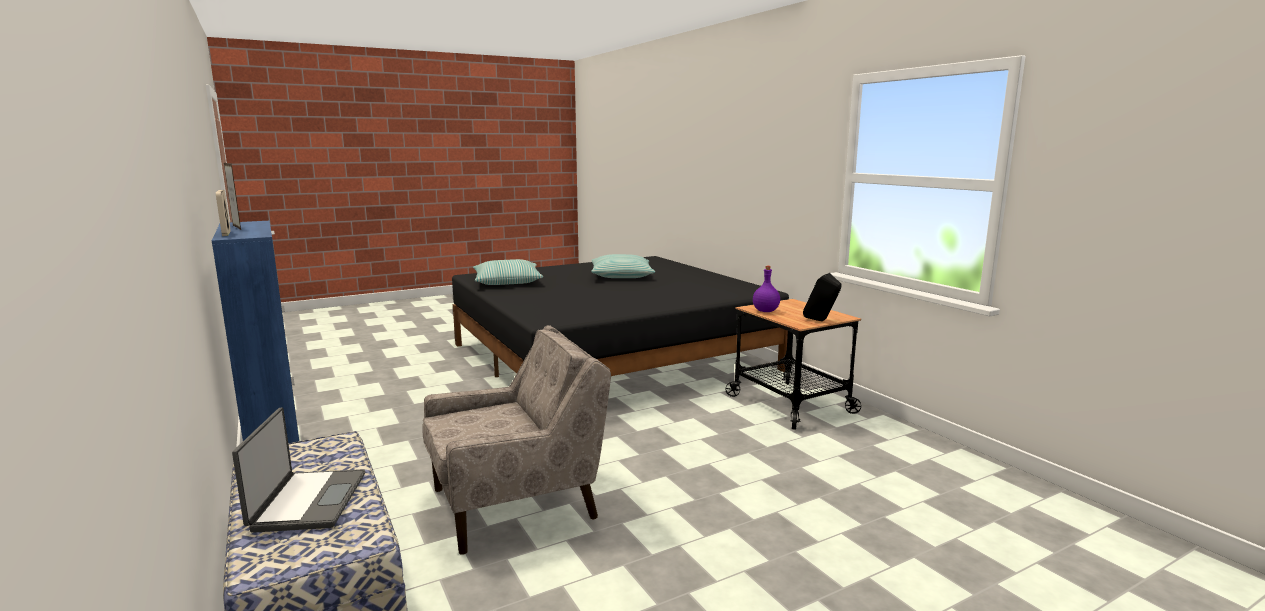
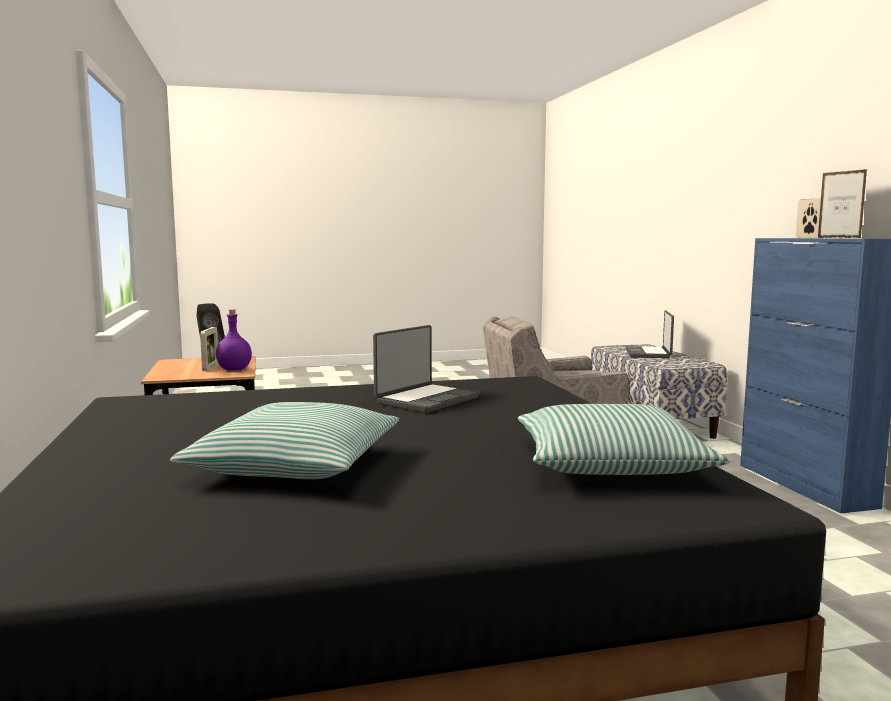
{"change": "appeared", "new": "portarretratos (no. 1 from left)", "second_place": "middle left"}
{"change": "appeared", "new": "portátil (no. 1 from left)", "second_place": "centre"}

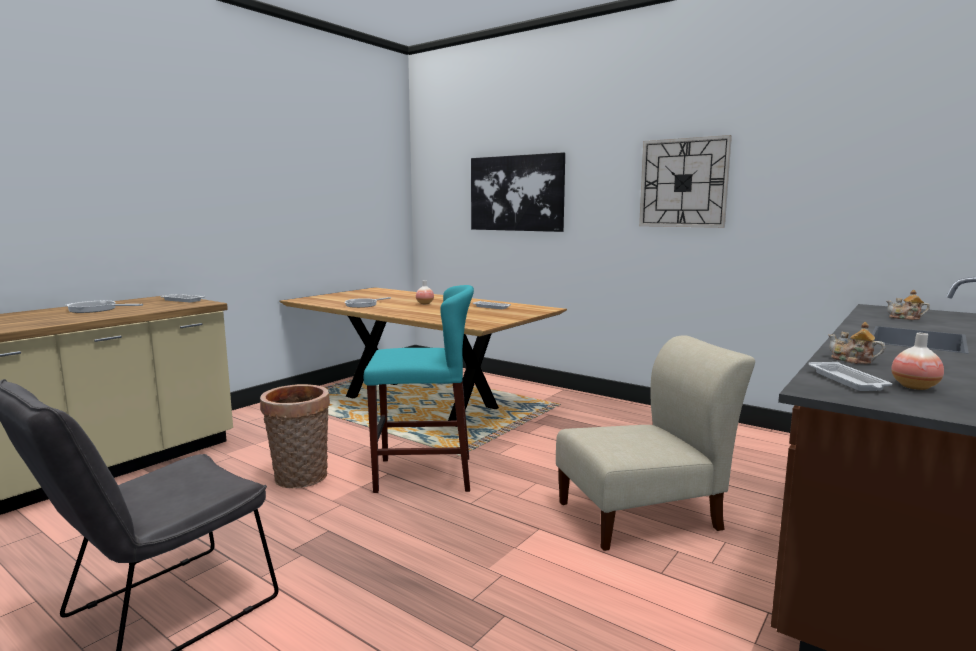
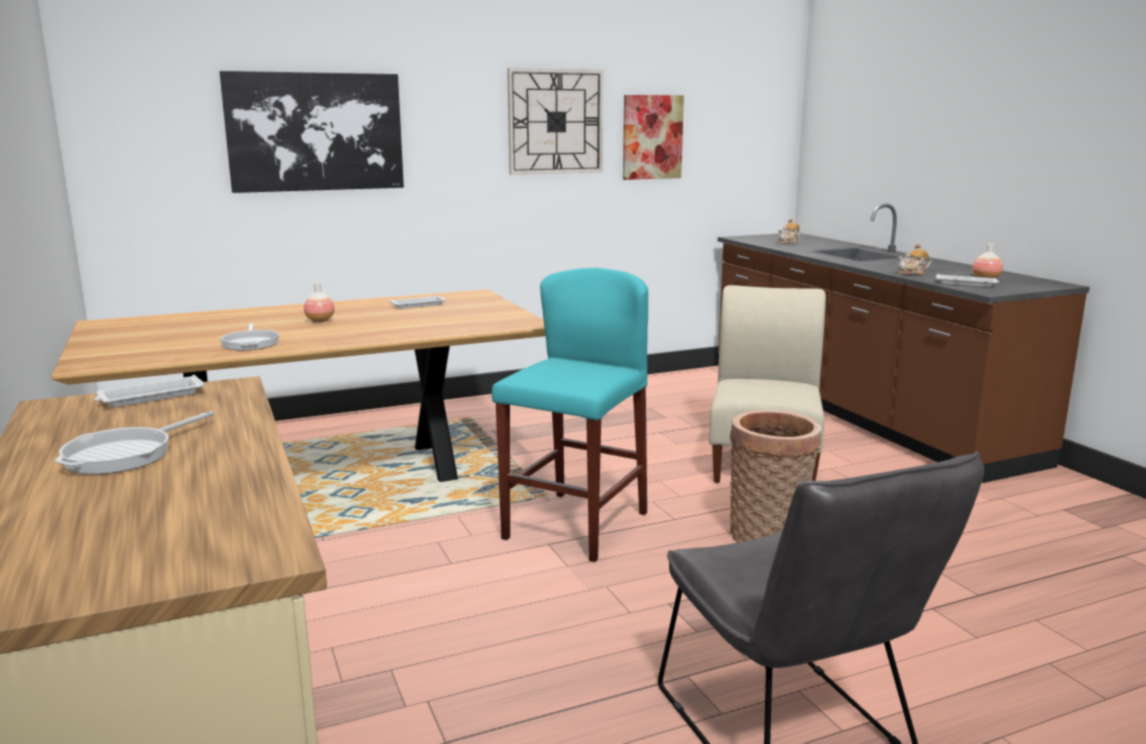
{"change": "appeared", "new": "cuadro (no. 2 from left)", "second_place": "top centre"}
{"change": "relocated", "old": "cesta", "first_place": "bottom left", "second_place": "middle right"}

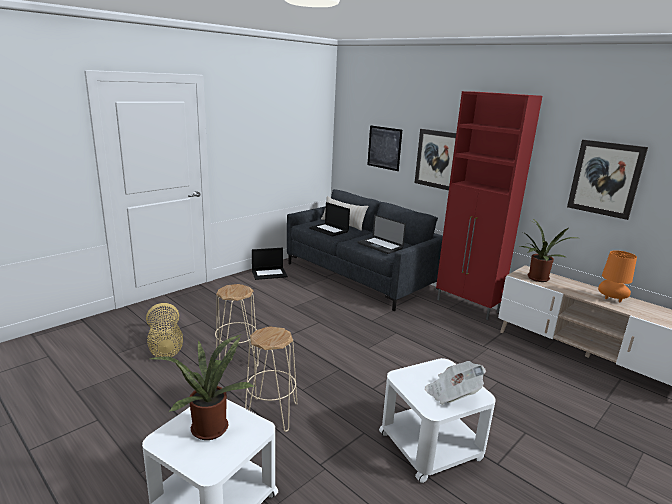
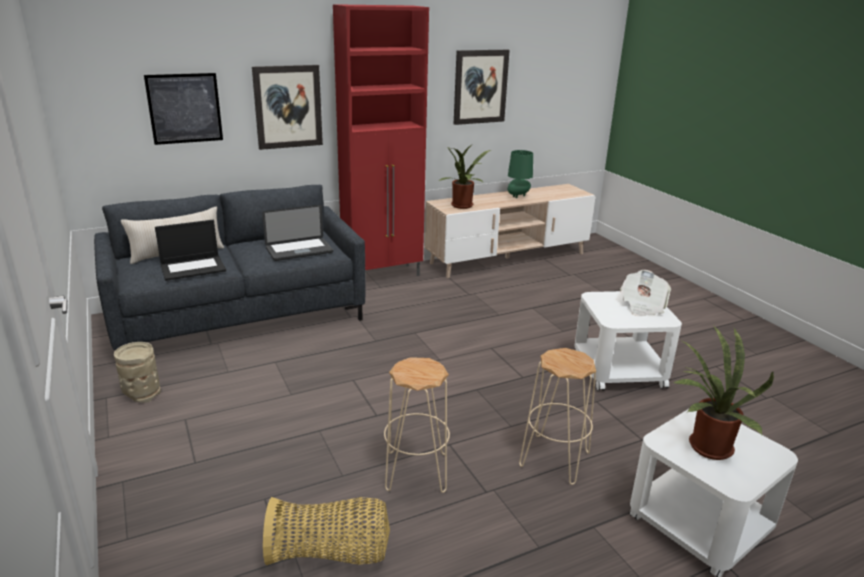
{"change": "exchanged", "old": "portátil (no. 1 from left)", "new": "florero [beis]", "first_place": "centre", "second_place": "middle left"}
{"change": "colour", "old": "lámpara de mesa [naranja]", "new": "lámpara de mesa [verde]", "first_place": "middle right", "second_place": "top centre"}

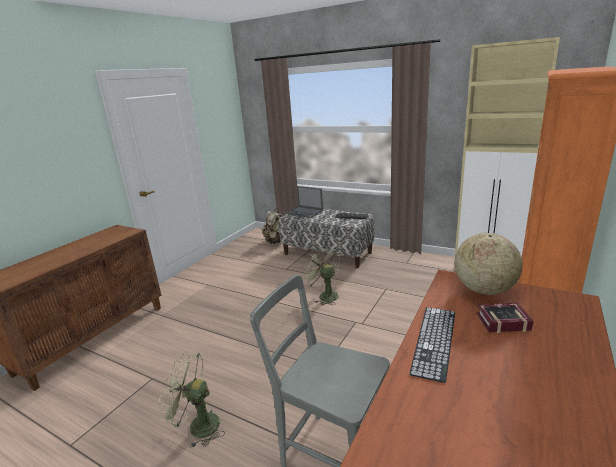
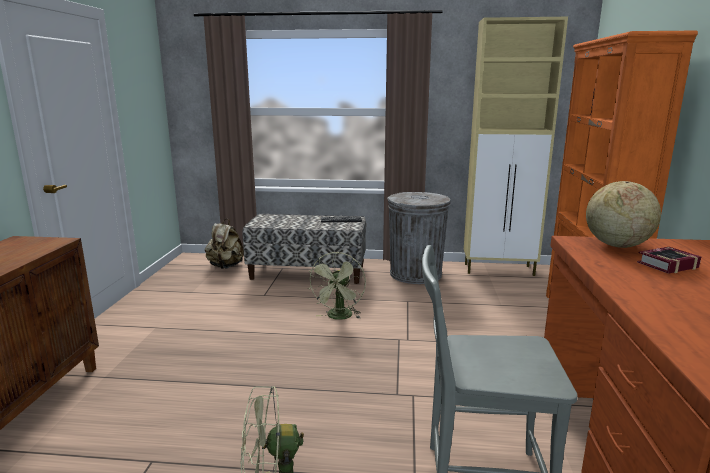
{"change": "spun", "old": "ventilador [verde] (no. 2 from left)", "first_place": "centre", "second_place": "centre", "degrees": -105}
{"change": "appeared", "new": "papelera [gris]", "second_place": "centre"}
{"change": "missing", "old": "portátil", "first_place": "centre"}
{"change": "missing", "old": "teclado (no. 2 from left)", "first_place": "bottom right"}

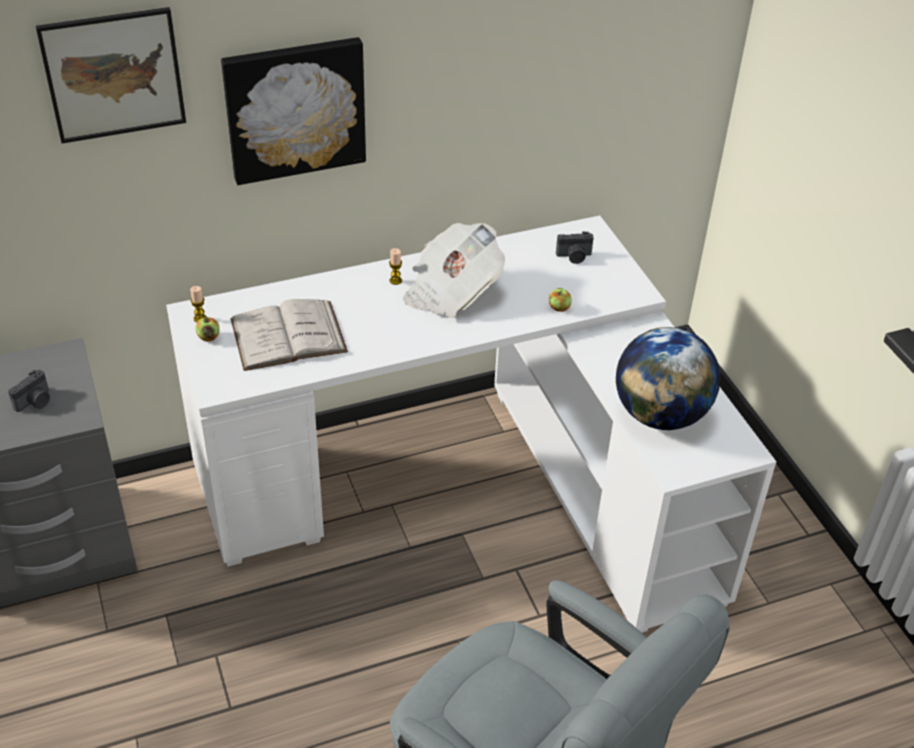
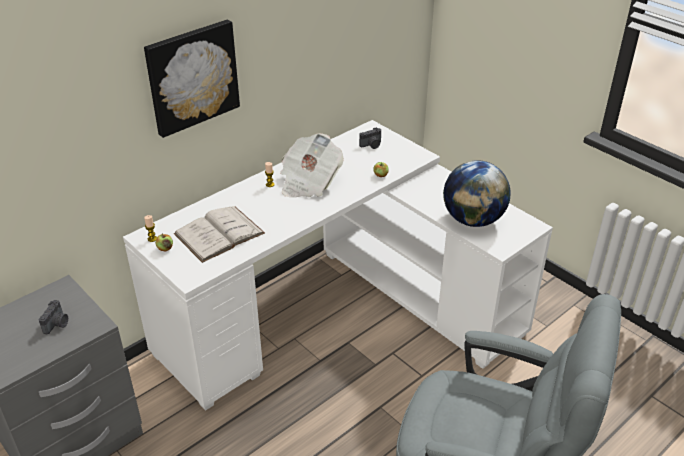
{"change": "missing", "old": "cuadro (no. 1 from left)", "first_place": "top left"}

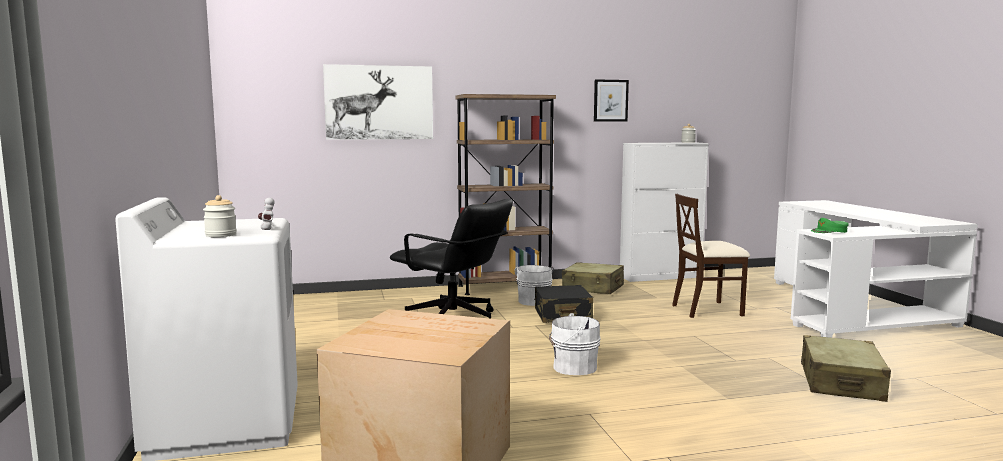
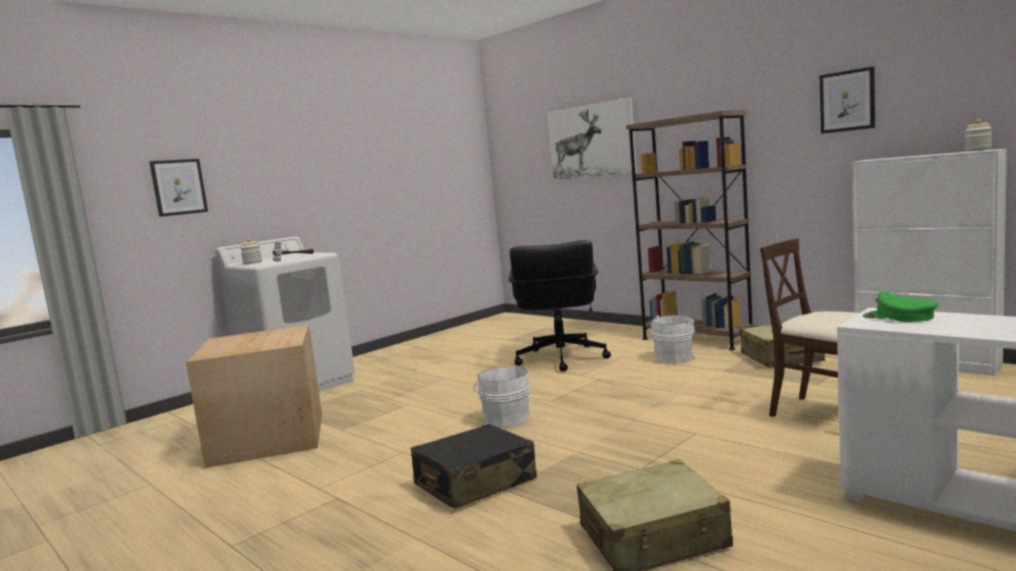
{"change": "appeared", "new": "cuadro (no. 1 from left)", "second_place": "top left"}
{"change": "relocated", "old": "maleta [negro]", "first_place": "centre", "second_place": "bottom centre"}

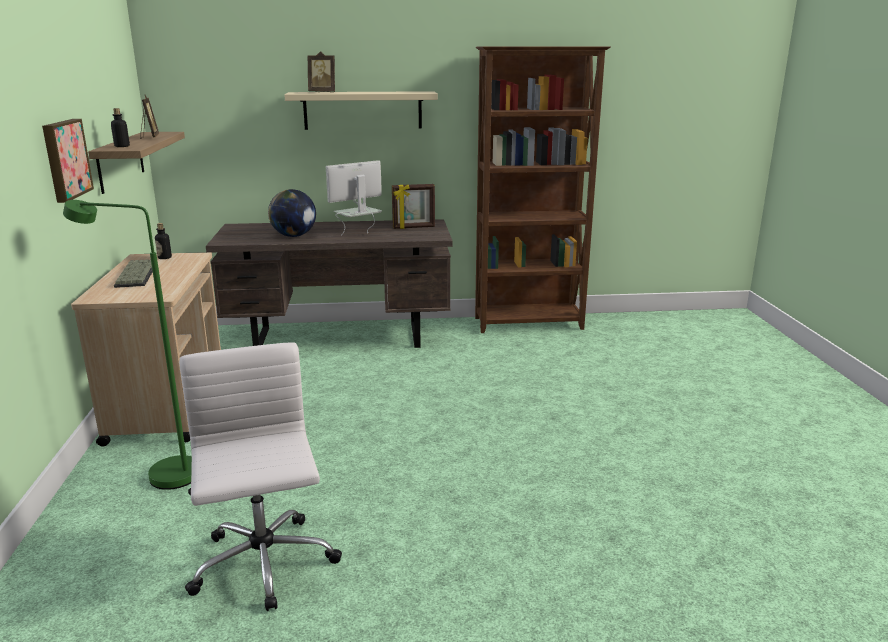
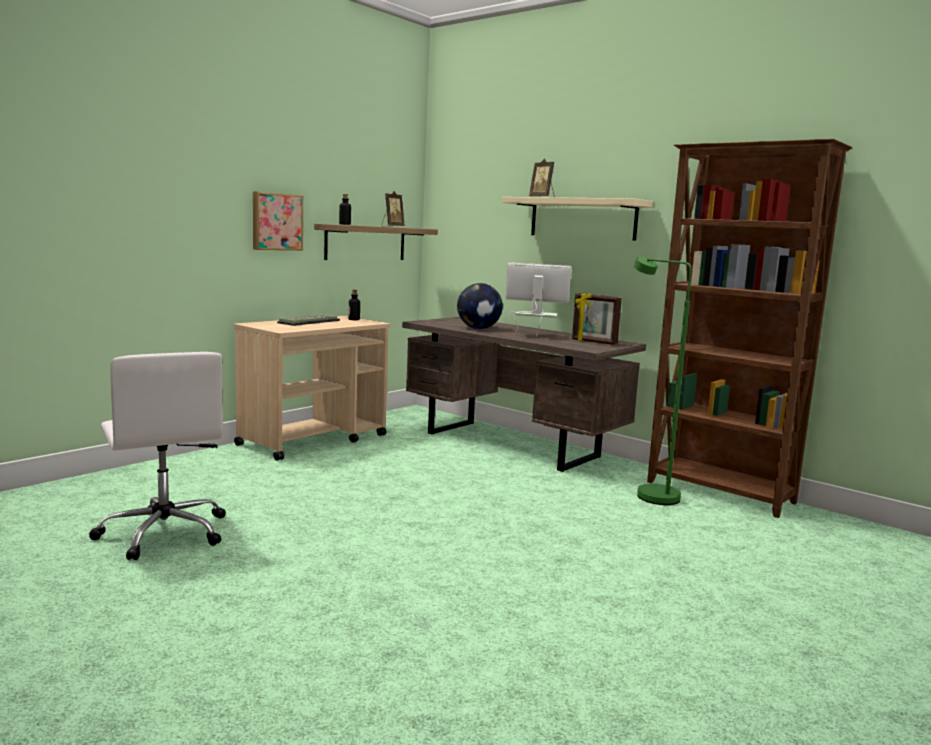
{"change": "spun", "old": "silla de oficina [blanco]", "first_place": "bottom left", "second_place": "middle left", "degrees": 120}
{"change": "relocated", "old": "lámpara de pie [verde]", "first_place": "middle left", "second_place": "middle right"}

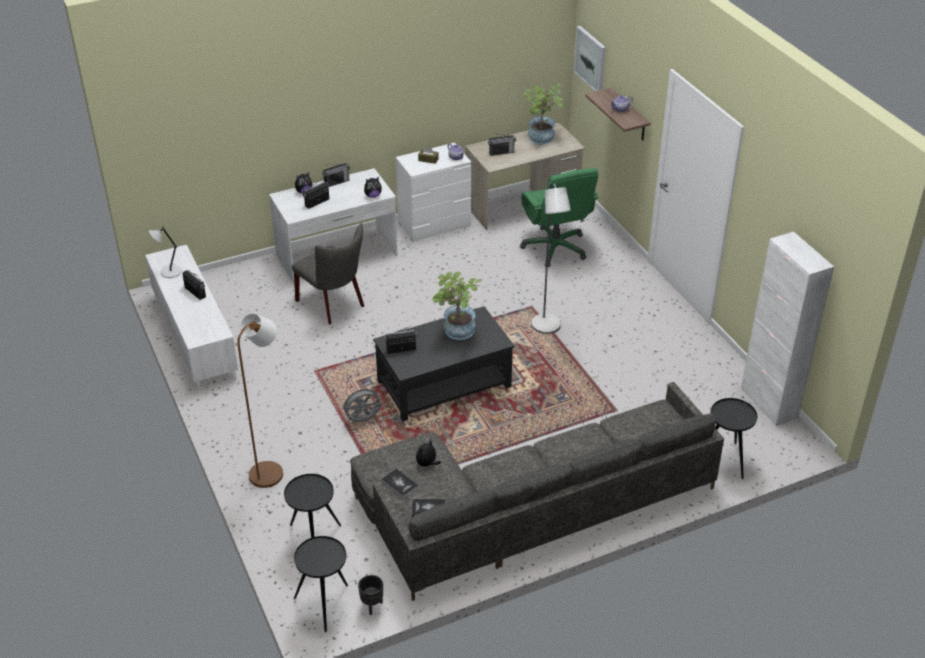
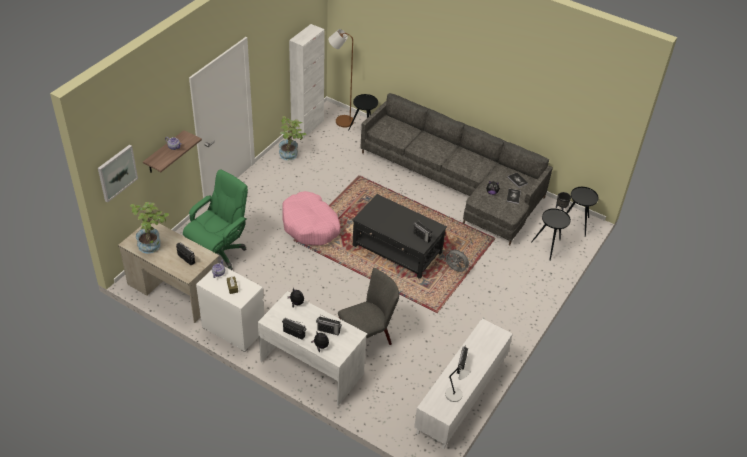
{"change": "relocated", "old": "planta en maceta (no. 1 from left in the first image)", "new": "planta en maceta (no. 2 from left)", "first_place": "centre", "second_place": "top centre"}
{"change": "exchanged", "old": "lámpara de pie [gris]", "new": "cama para perro [rosa]", "first_place": "centre", "second_place": "centre"}
{"change": "relocated", "old": "lámpara de pie [marrón]", "first_place": "middle left", "second_place": "top centre"}
{"change": "spun", "old": "silla [gris]", "first_place": "centre", "second_place": "bottom centre", "degrees": 45}

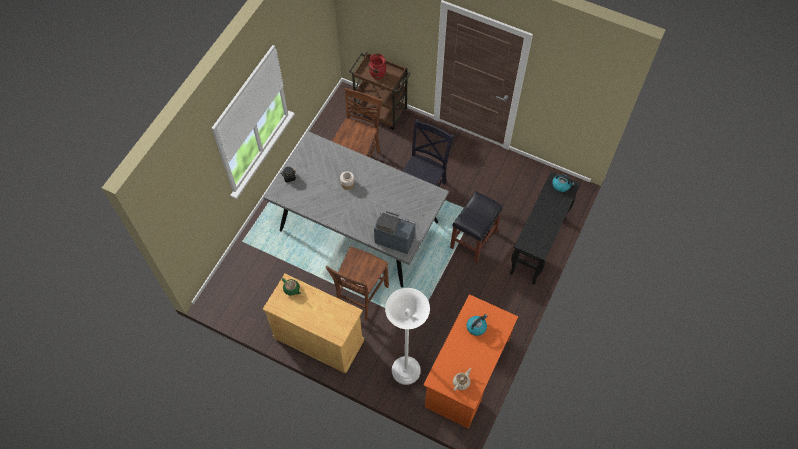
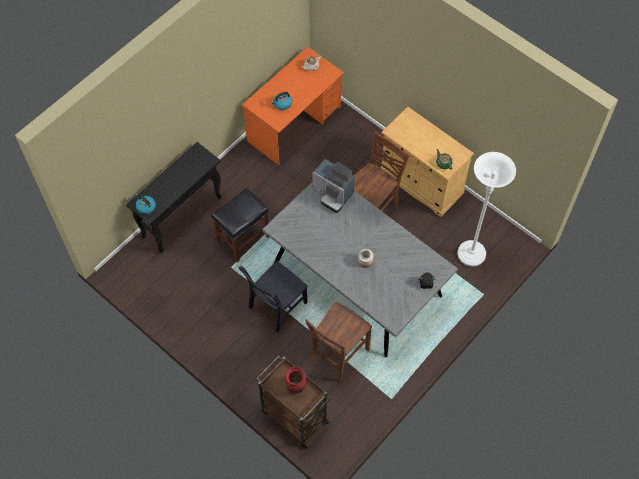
{"change": "relocated", "old": "lámpara de pie [blanco]", "first_place": "bottom centre", "second_place": "middle right"}

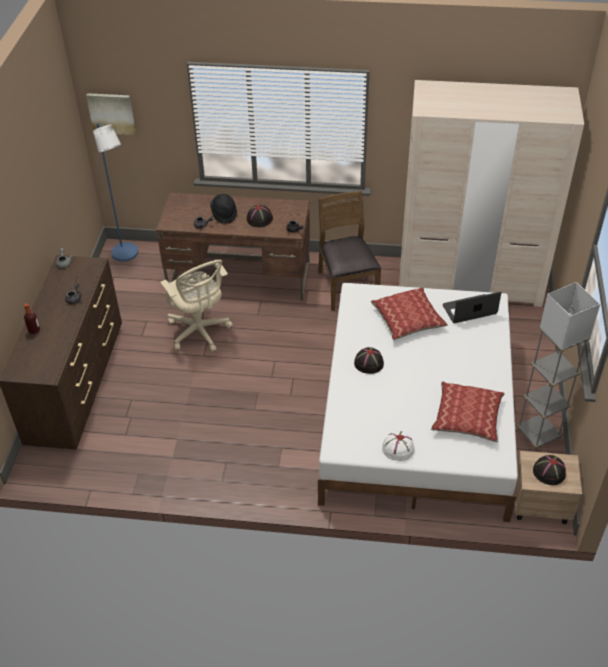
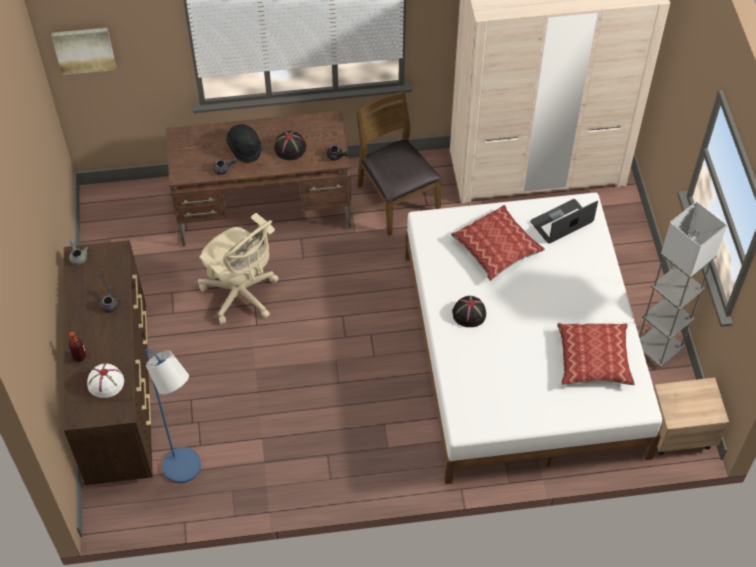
{"change": "relocated", "old": "sombrero [blanco]", "first_place": "bottom centre", "second_place": "bottom left"}
{"change": "relocated", "old": "lámpara de pie [azul]", "first_place": "top left", "second_place": "bottom left"}
{"change": "missing", "old": "sombrero [negro] (no. 4 from left)", "first_place": "bottom right"}

